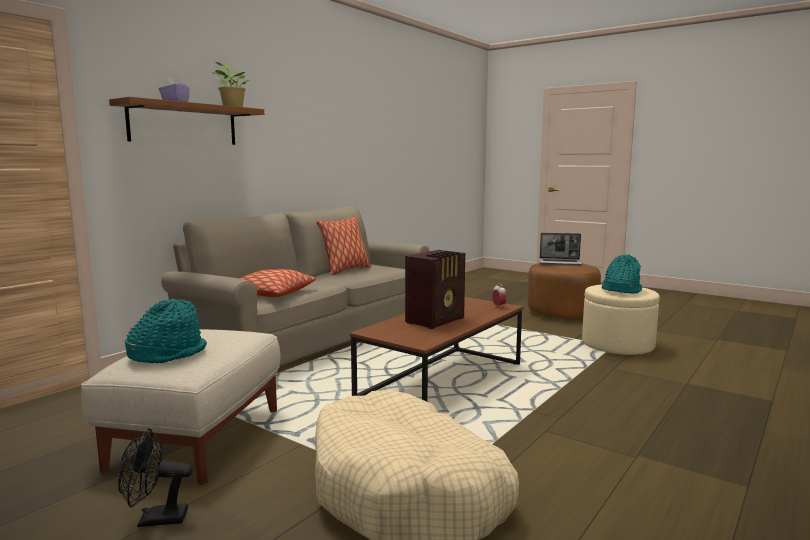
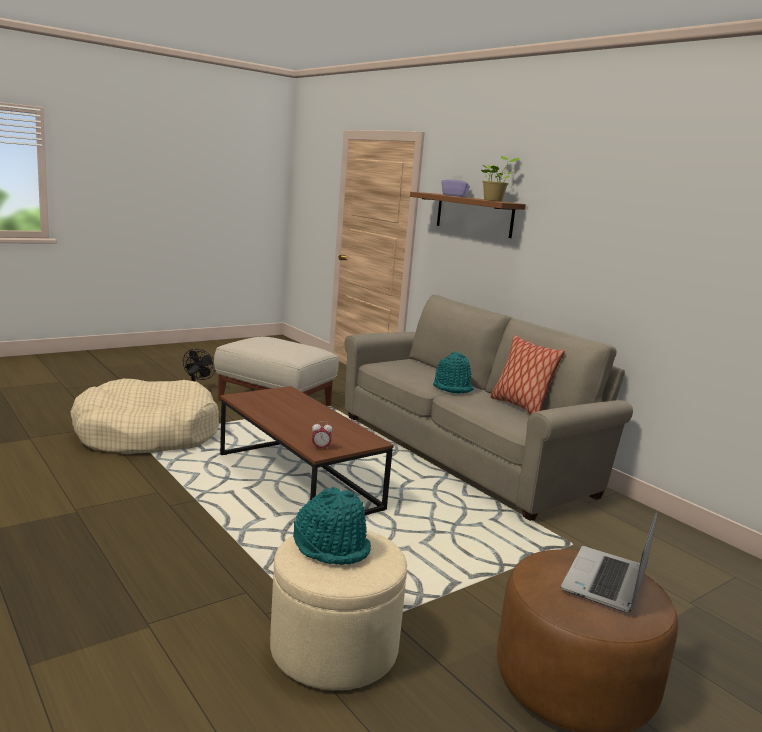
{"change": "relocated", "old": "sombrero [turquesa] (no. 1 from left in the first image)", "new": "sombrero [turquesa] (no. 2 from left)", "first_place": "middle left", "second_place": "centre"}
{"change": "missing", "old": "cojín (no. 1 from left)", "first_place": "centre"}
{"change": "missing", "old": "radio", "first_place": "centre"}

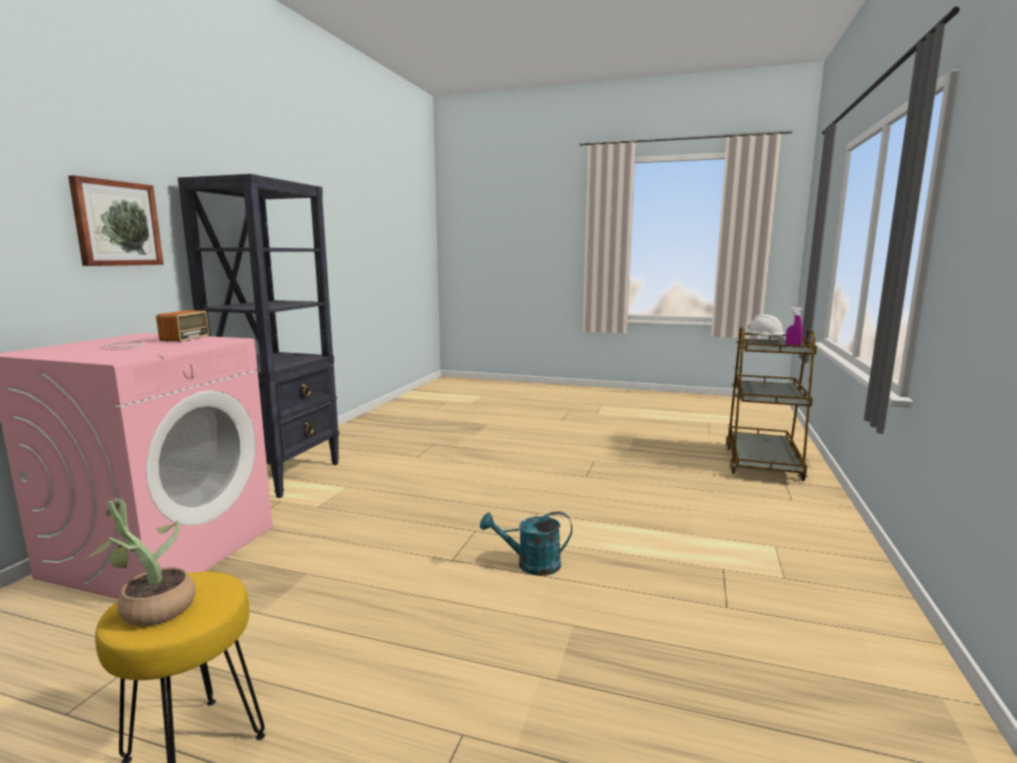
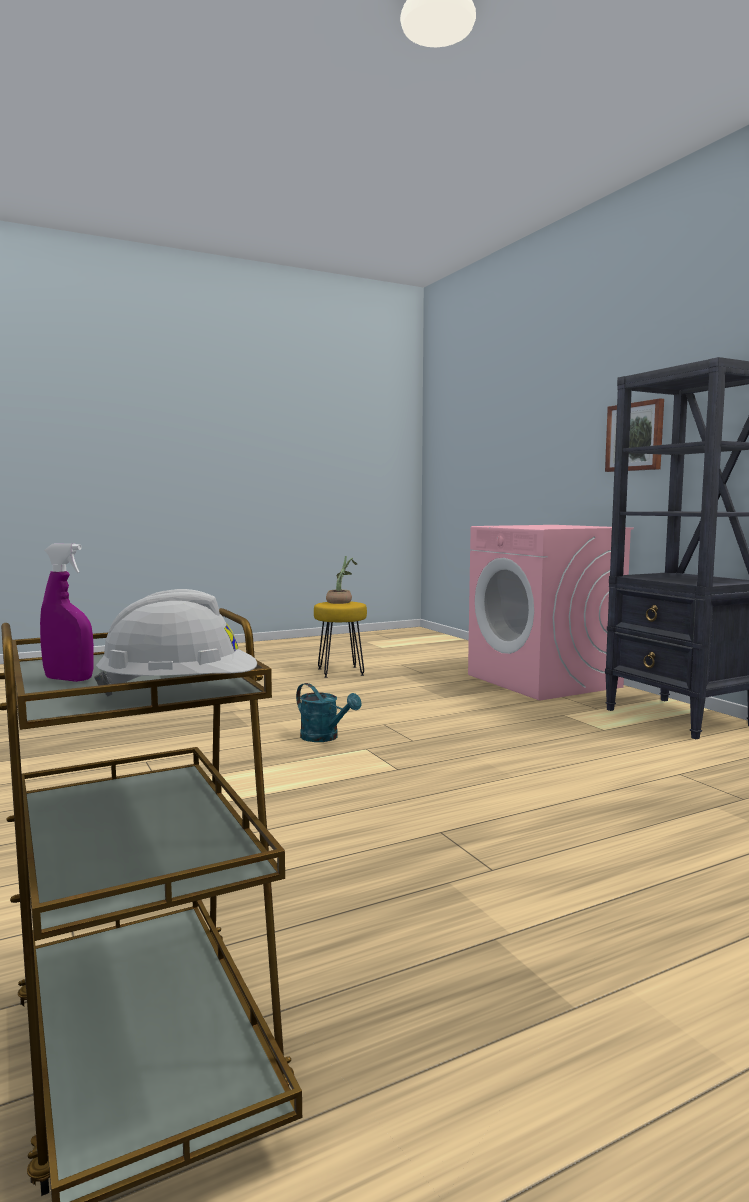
{"change": "spun", "old": "regadera [turquesa]", "first_place": "bottom centre", "second_place": "centre", "degrees": 90}
{"change": "missing", "old": "radio", "first_place": "middle left"}

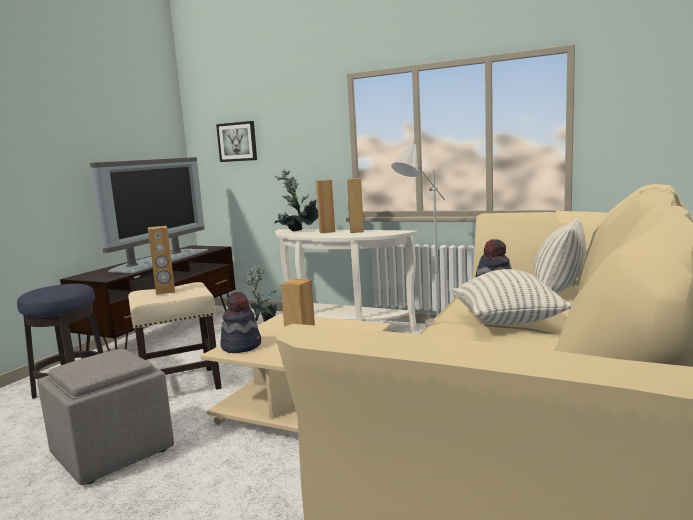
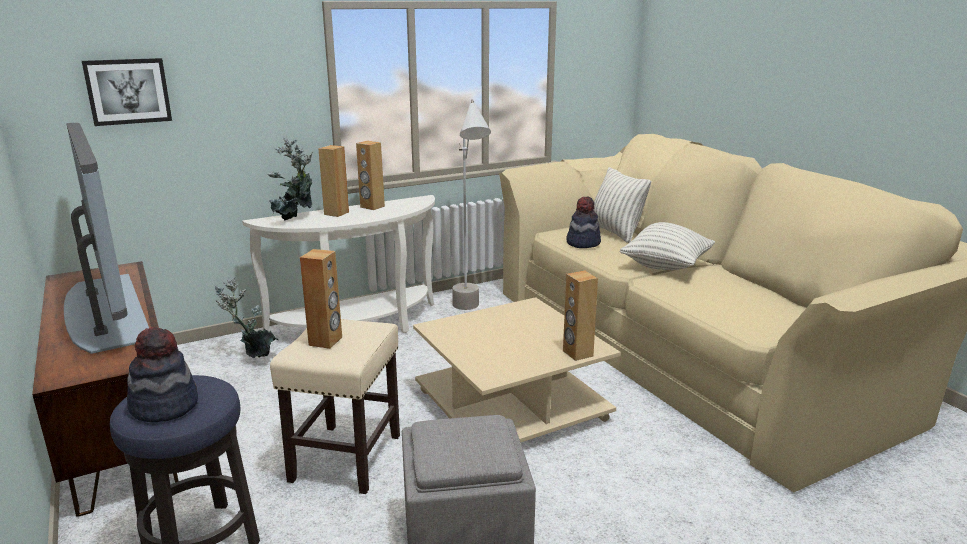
{"change": "relocated", "old": "sombrero (no. 1 from left)", "first_place": "centre", "second_place": "bottom left"}

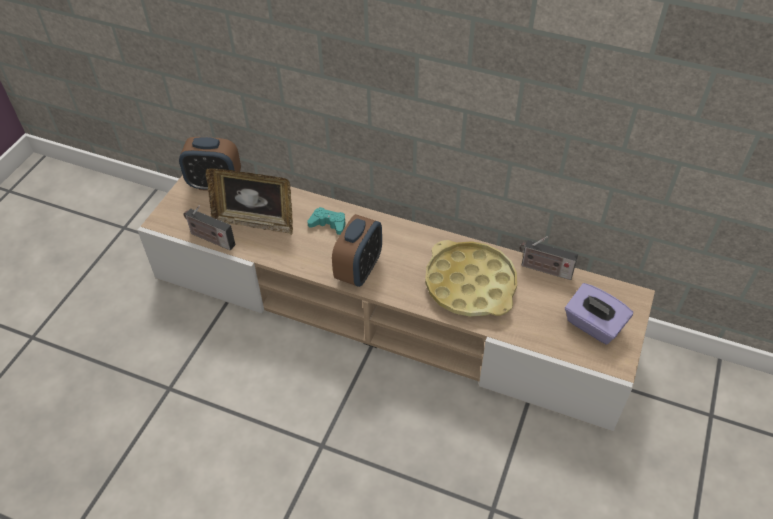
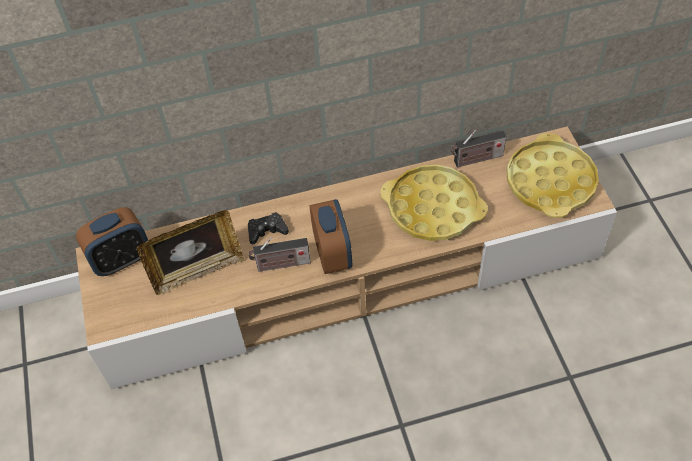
{"change": "colour", "old": "mando de consola [turquesa]", "new": "mando de consola [negro]", "first_place": "centre", "second_place": "centre"}
{"change": "relocated", "old": "radio (no. 1 from left)", "first_place": "middle left", "second_place": "centre"}
{"change": "exchanged", "old": "caja de pañuelos [morado]", "new": "bandeja [amarillo] (no. 2 from left)", "first_place": "middle right", "second_place": "middle right"}

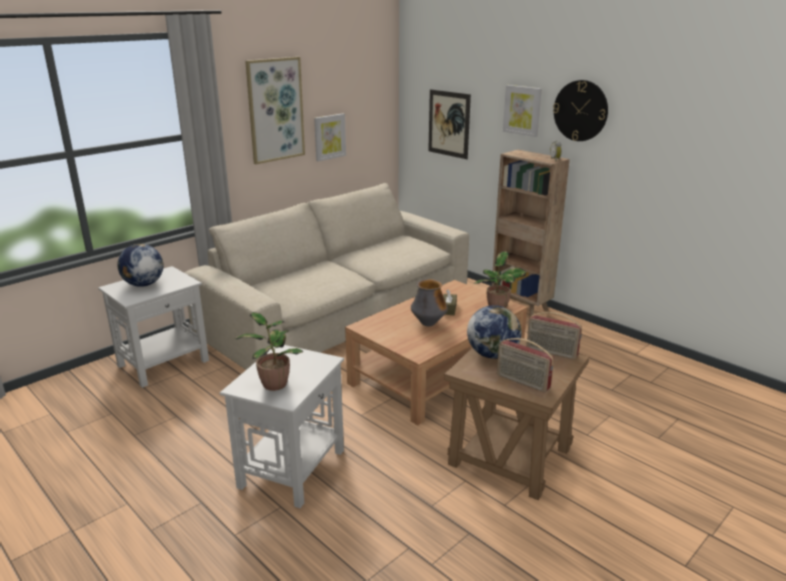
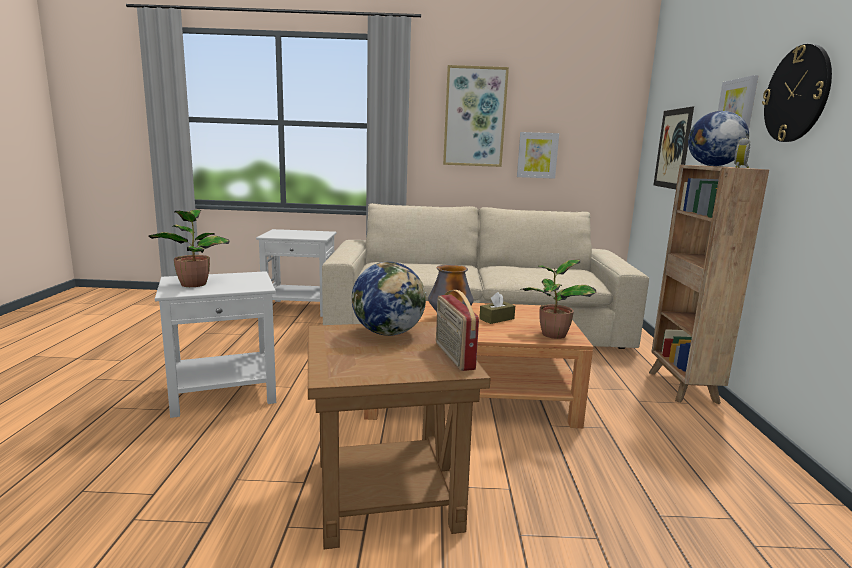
{"change": "relocated", "old": "globo terráqueo (no. 1 from left in the first image)", "new": "globo terráqueo (no. 2 from left)", "first_place": "middle left", "second_place": "top right"}
{"change": "missing", "old": "radio (no. 1 from left)", "first_place": "middle right"}

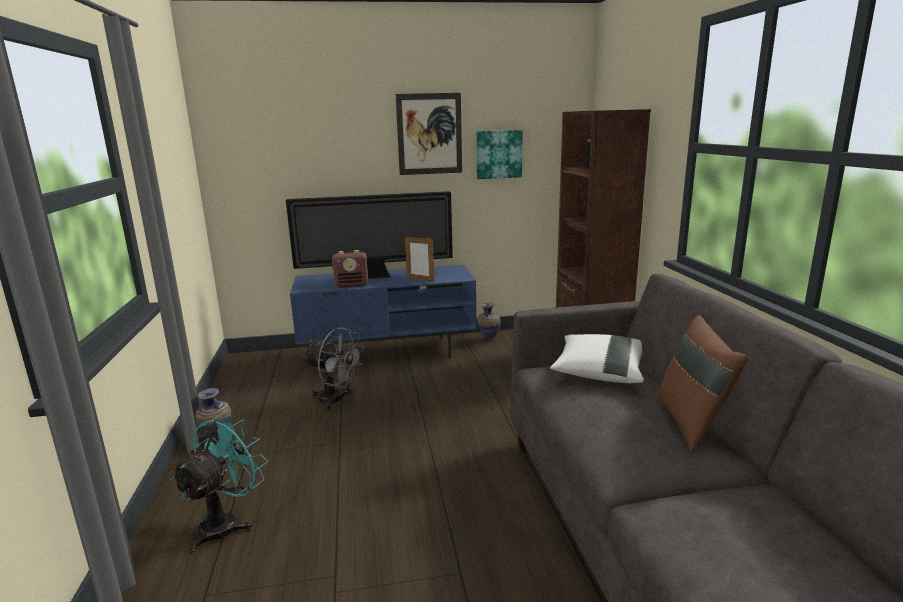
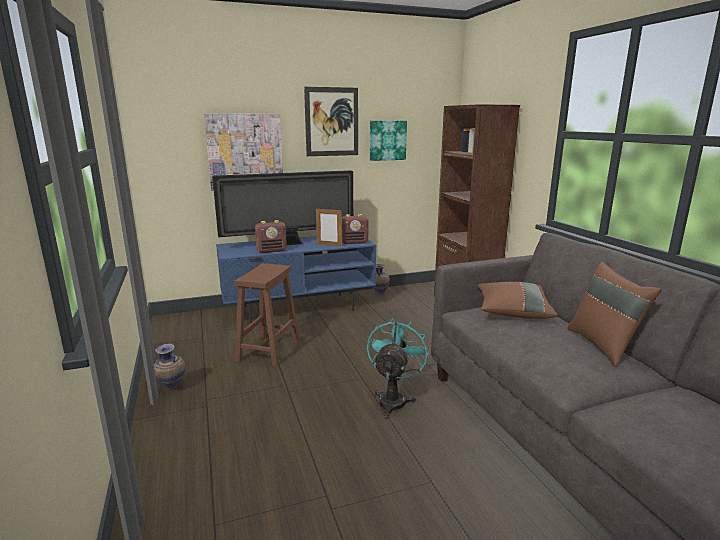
{"change": "appeared", "new": "cuadro (no. 1 from left)", "second_place": "top centre"}
{"change": "exchanged", "old": "ventilador [gris]", "new": "taburete [marrón]", "first_place": "centre", "second_place": "centre"}
{"change": "appeared", "new": "radio (no. 2 from left)", "second_place": "centre"}
{"change": "relocated", "old": "ventilador [turquesa]", "first_place": "bottom left", "second_place": "bottom centre"}
{"change": "colour", "old": "cojín [blanco]", "new": "cojín [marrón] (no. 1 from left)", "first_place": "centre", "second_place": "middle right"}

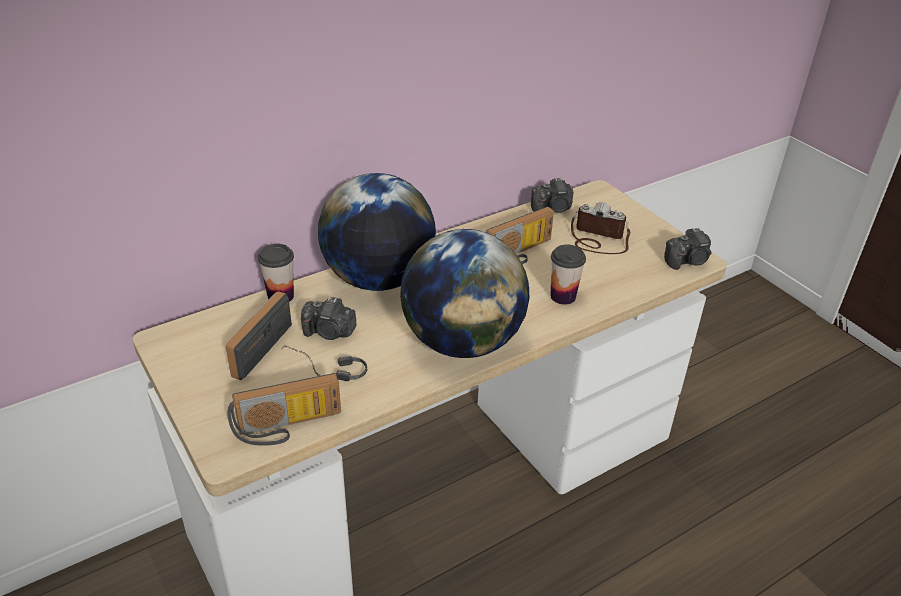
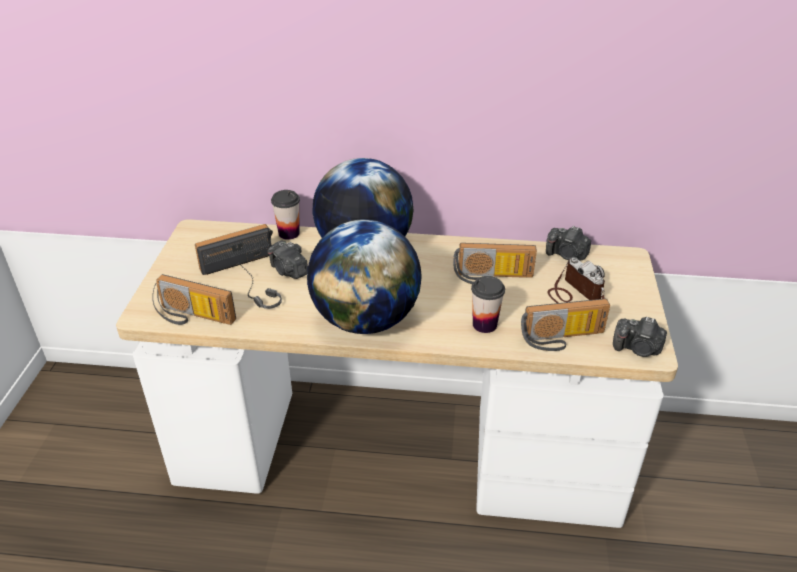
{"change": "appeared", "new": "radio (no. 4 from left)", "second_place": "middle right"}

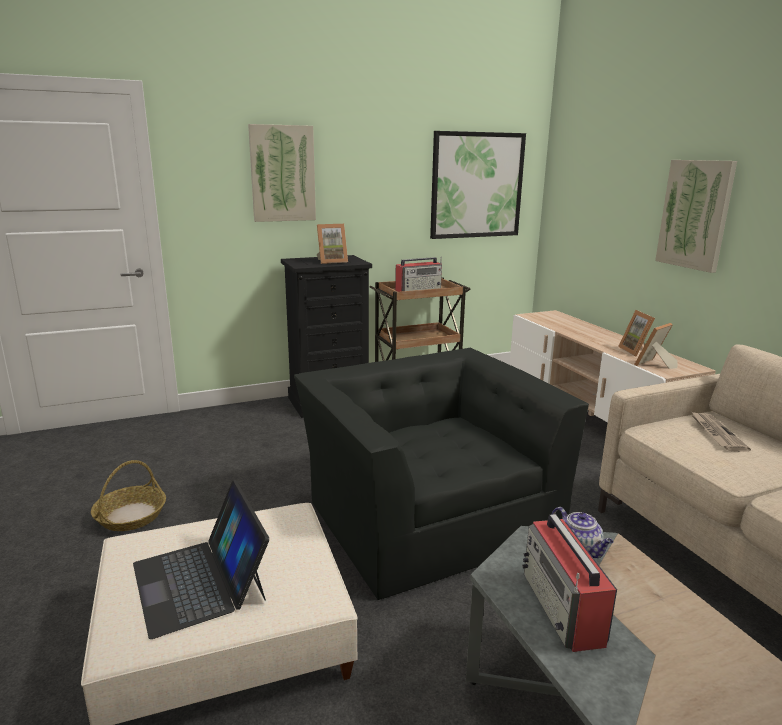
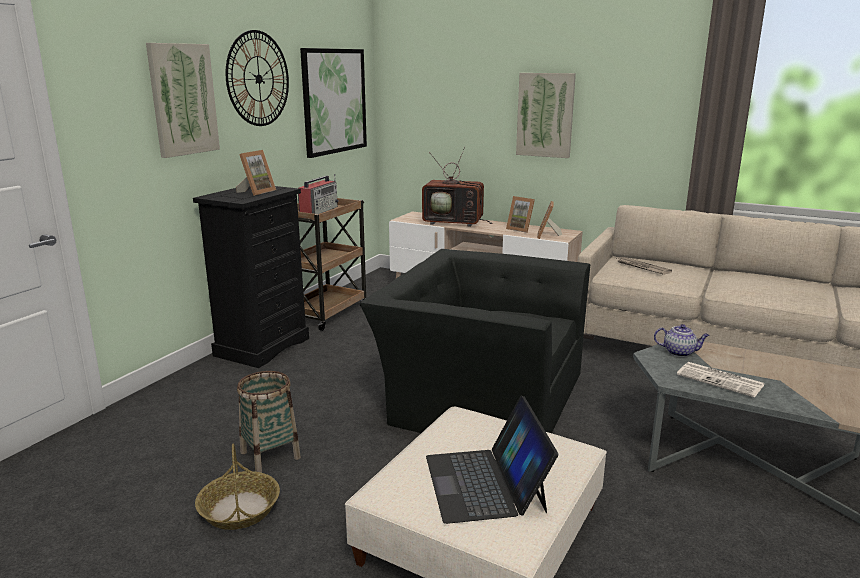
{"change": "appeared", "new": "reloj de pared", "second_place": "top left"}
{"change": "appeared", "new": "cesta (no. 2 from left)", "second_place": "bottom left"}
{"change": "appeared", "new": "televisor", "second_place": "top centre"}
{"change": "spun", "old": "portátil", "first_place": "bottom left", "second_place": "bottom centre", "degrees": 60}
{"change": "exchanged", "old": "radio (no. 2 from left)", "new": "periódico (no. 2 from left)", "first_place": "bottom right", "second_place": "middle right"}

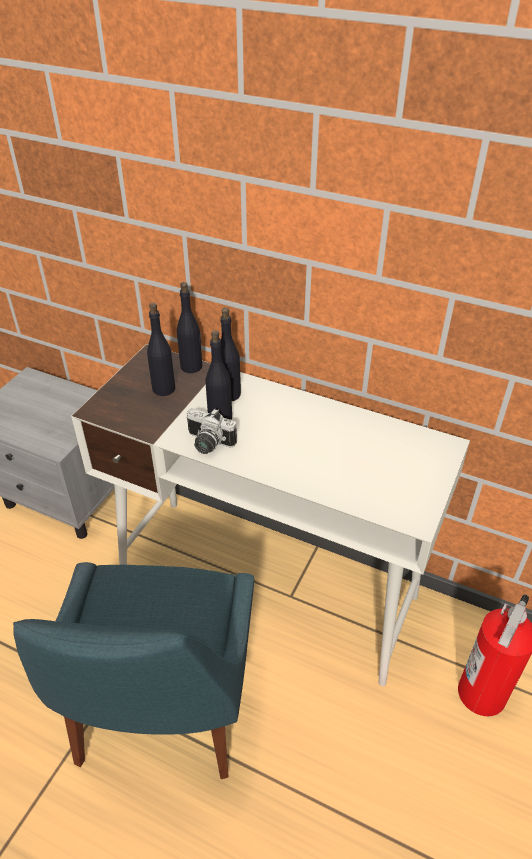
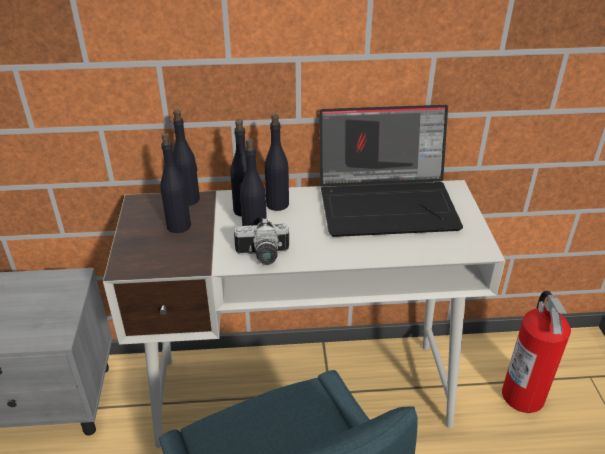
{"change": "appeared", "new": "botella [negro] (no. 5 from left)", "second_place": "centre"}
{"change": "appeared", "new": "portátil", "second_place": "centre"}

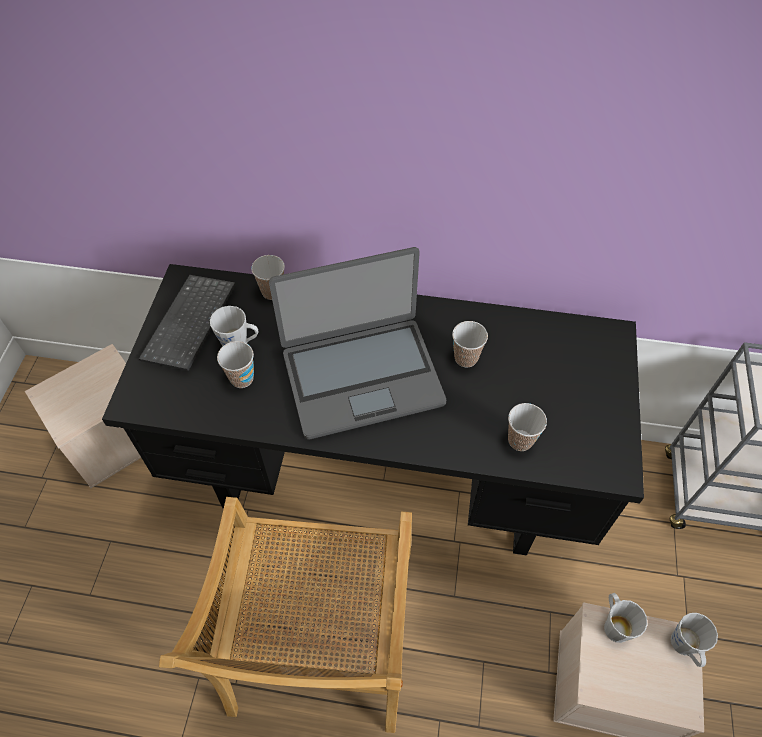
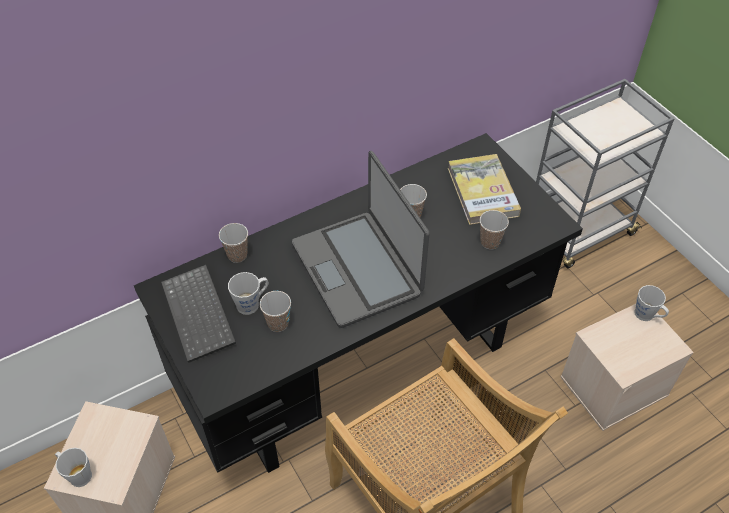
{"change": "relocated", "old": "taza grande [gris] (no. 2 from left in the first image)", "new": "taza grande [gris] (no. 1 from left)", "first_place": "bottom right", "second_place": "bottom left"}
{"change": "spun", "old": "portátil", "first_place": "centre", "second_place": "centre", "degrees": 120}
{"change": "appeared", "new": "libro", "second_place": "centre"}

